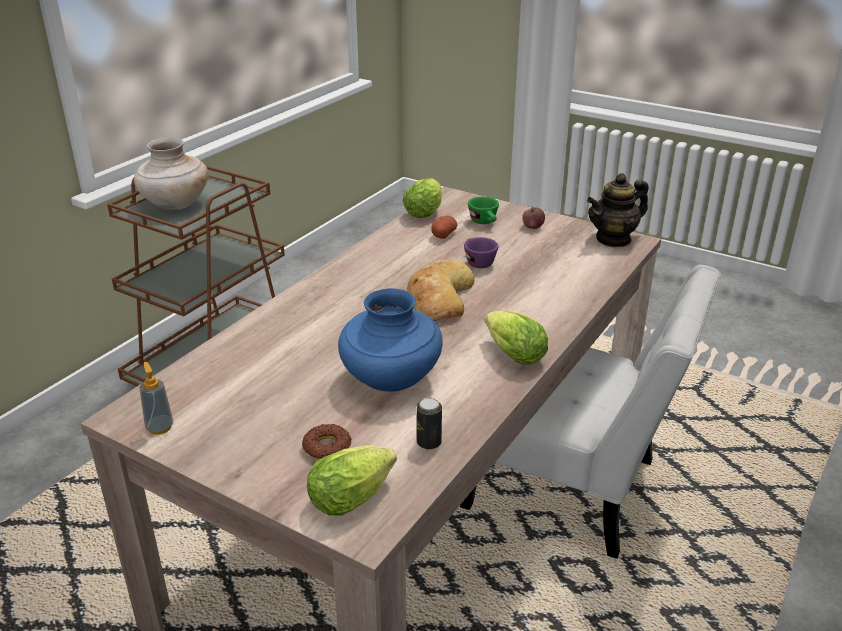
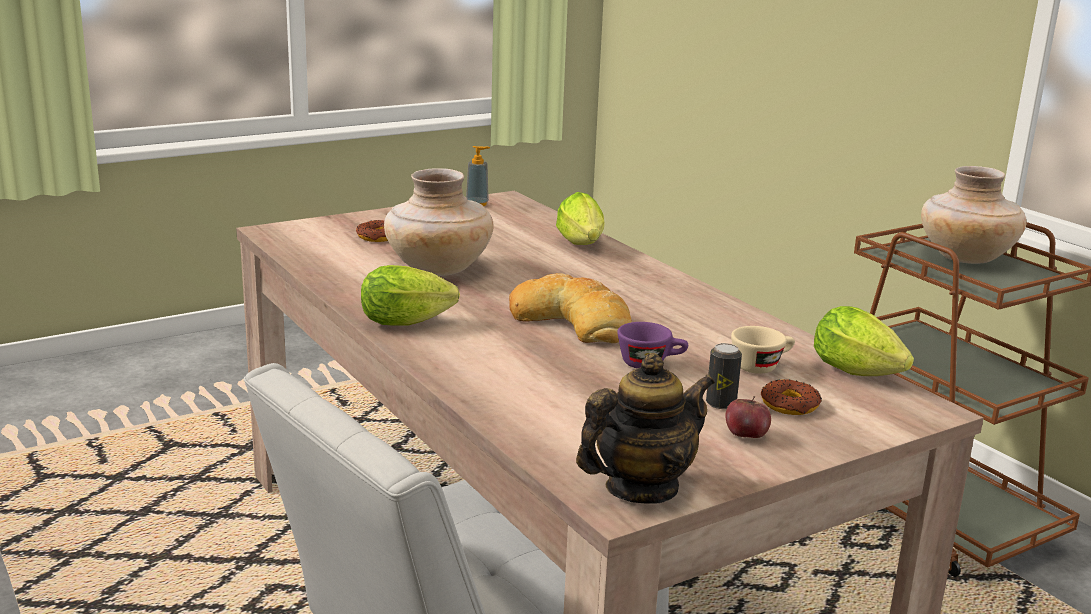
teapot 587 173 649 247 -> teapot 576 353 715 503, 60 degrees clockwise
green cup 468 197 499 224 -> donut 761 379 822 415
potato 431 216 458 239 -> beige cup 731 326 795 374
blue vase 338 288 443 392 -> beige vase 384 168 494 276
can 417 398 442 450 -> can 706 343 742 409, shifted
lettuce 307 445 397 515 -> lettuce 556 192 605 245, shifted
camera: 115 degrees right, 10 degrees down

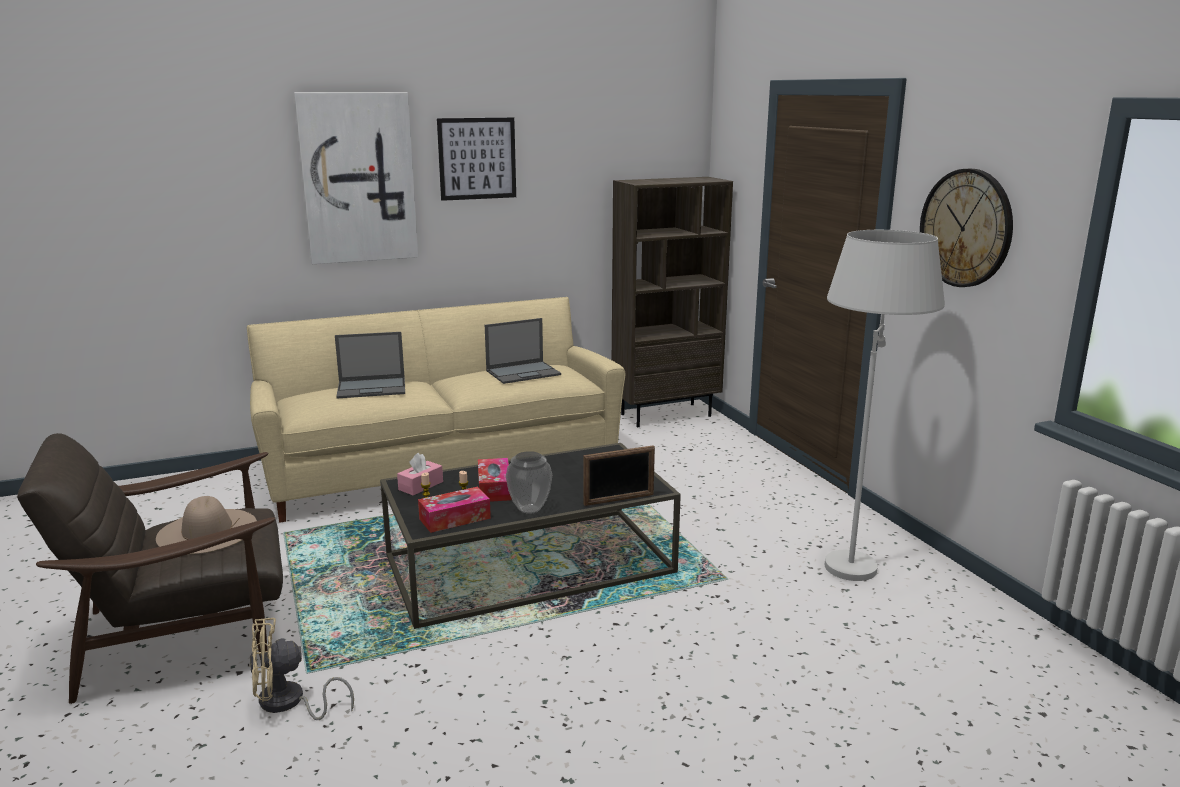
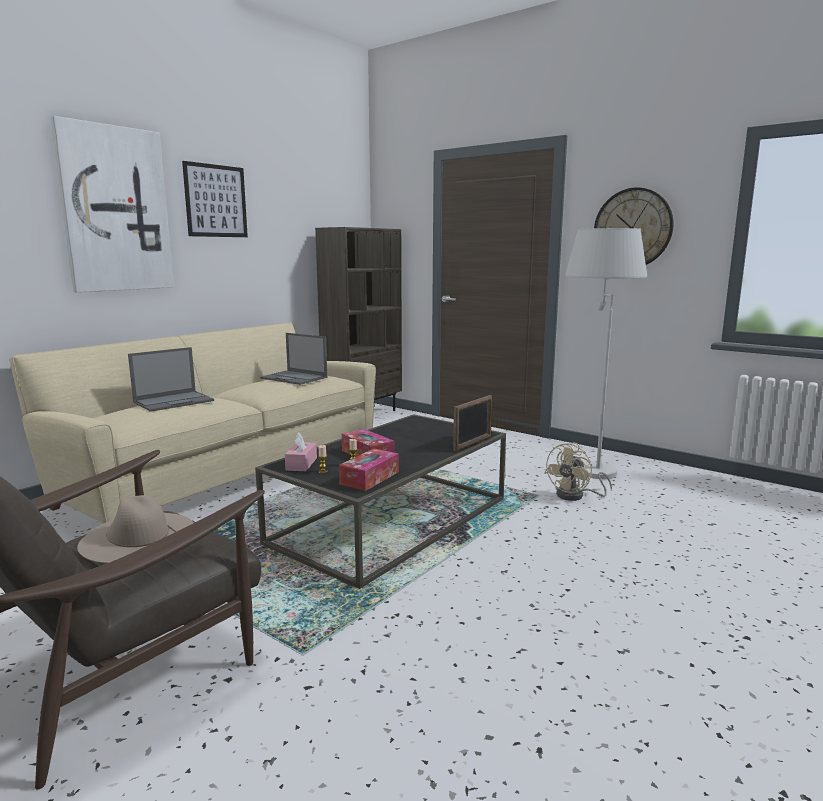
laptop 485 318 561 384 -> laptop 260 333 327 385, 90 degrees clockwise
vase 506 451 552 514 -> none
beige fan 250 618 354 720 -> beige fan 544 443 612 501, shifted
camera: 30 degrees left, 5 degrees down

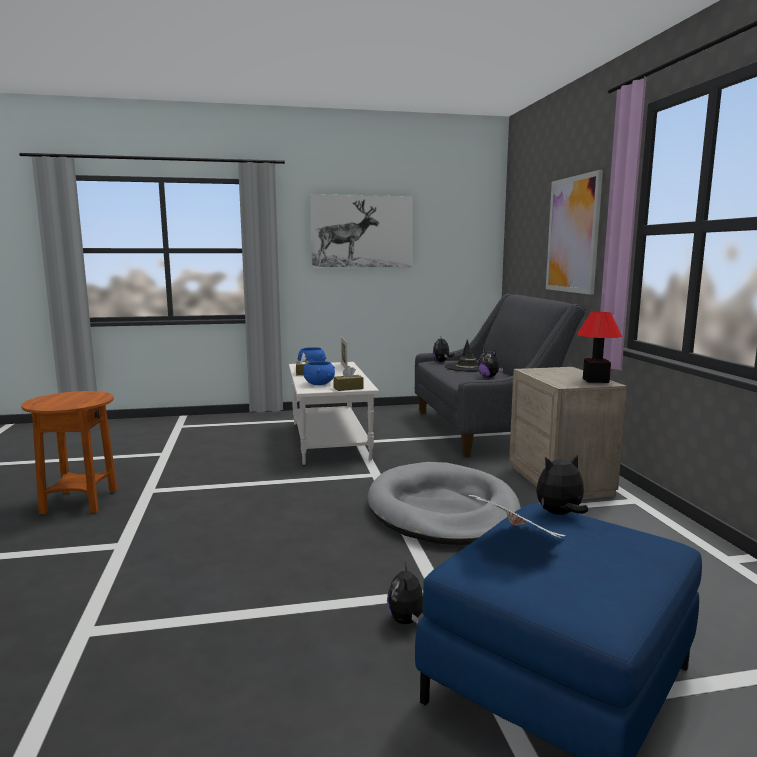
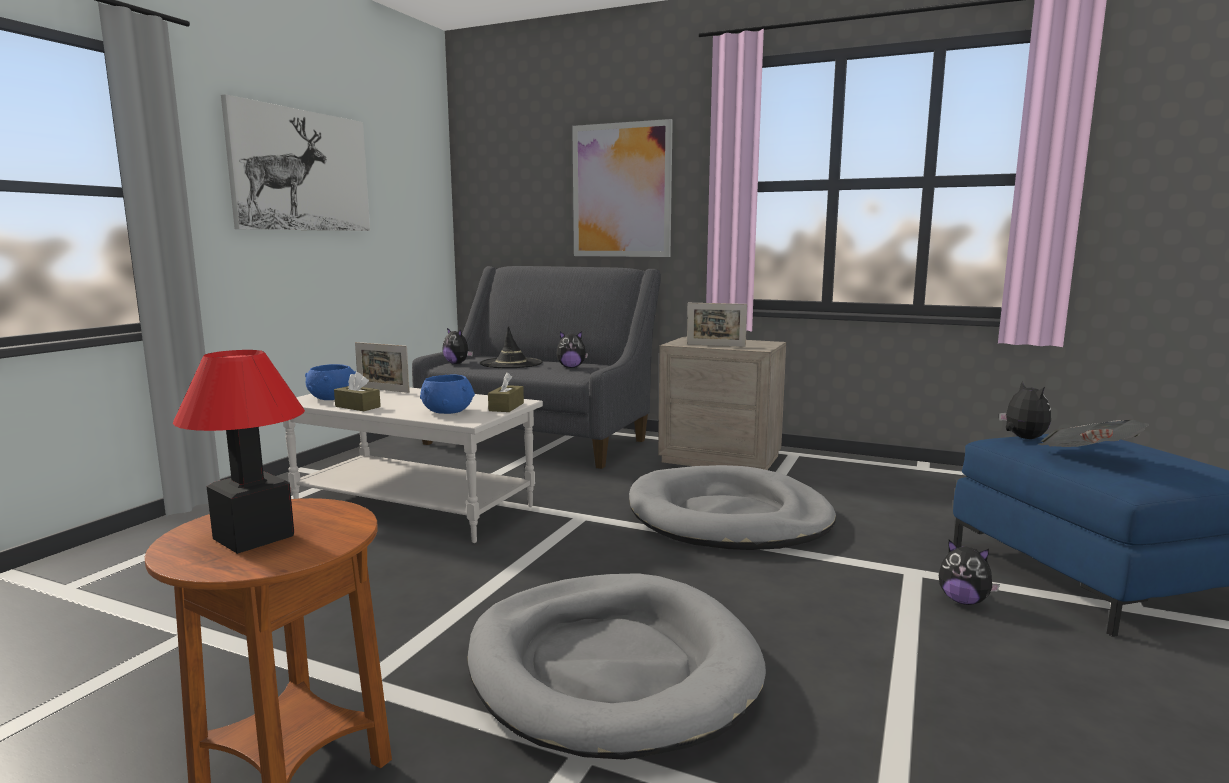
table lamp 577 312 622 383 -> table lamp 173 350 305 554, shifted
plush toy 536 454 588 515 -> plush toy 999 380 1051 439, 150 degrees clockwise
none -> picture frame 687 303 747 347
none -> grey dog bed 467 573 766 760
camera: 55 degrees left, 0 degrees up

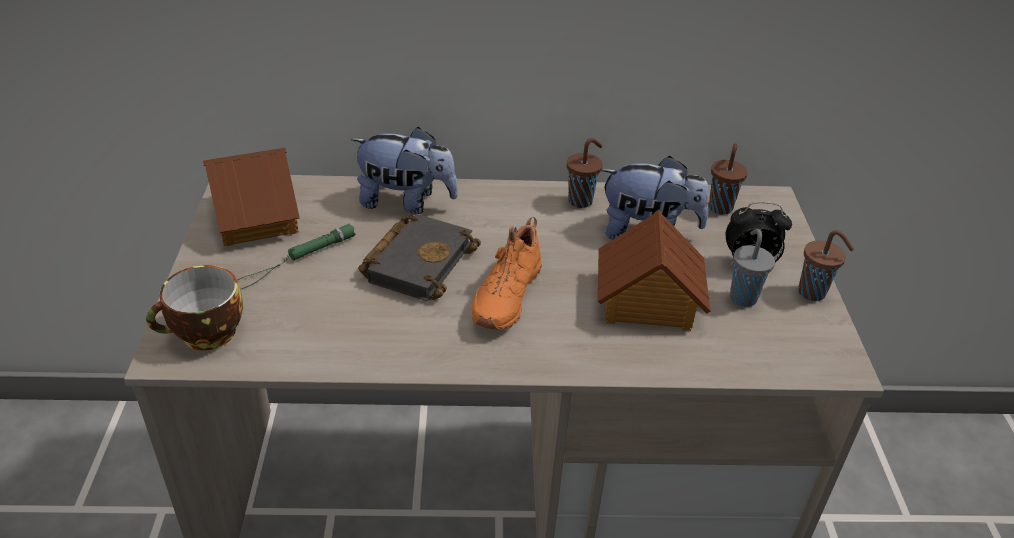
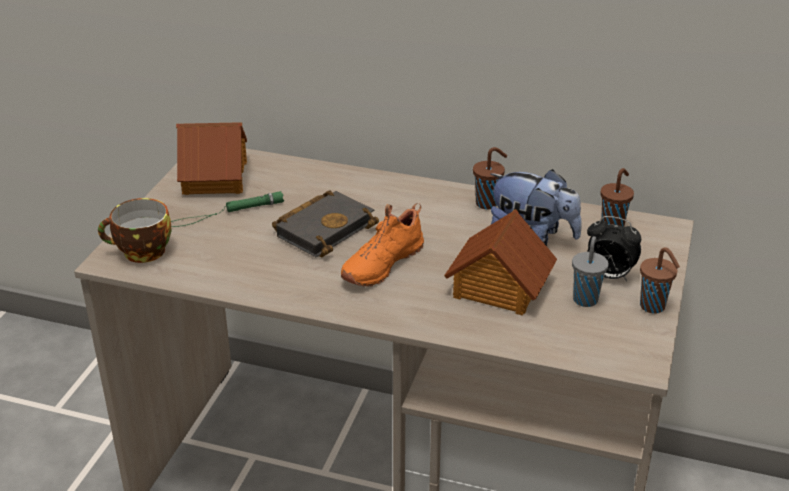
plush toy 351 126 458 214 -> none
camera: 20 degrees right, 5 degrees down

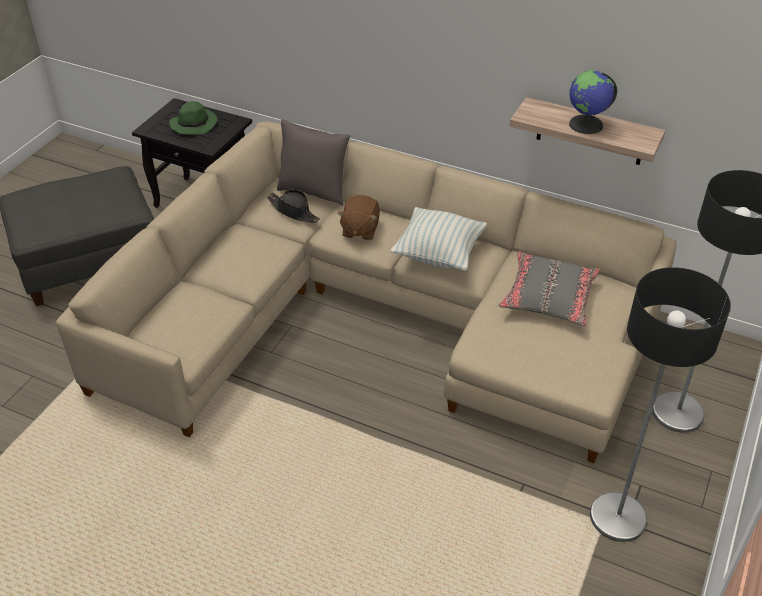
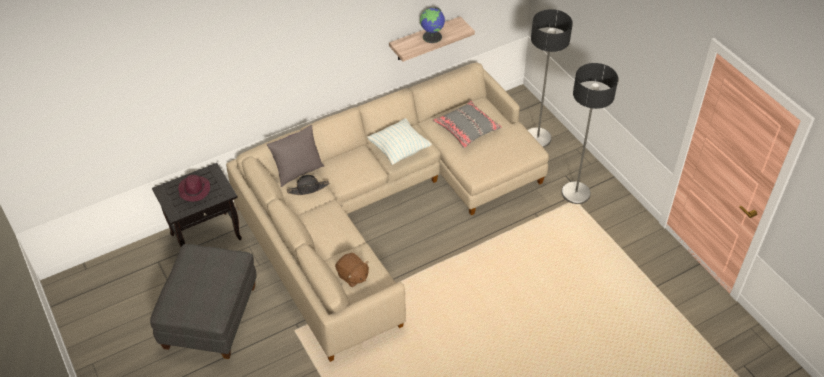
green hat 169 101 217 135 -> purple hat 178 175 210 202
brown plush toy 338 195 380 240 -> brown plush toy 335 253 369 287, shifted
camera: 55 degrees left, 5 degrees up

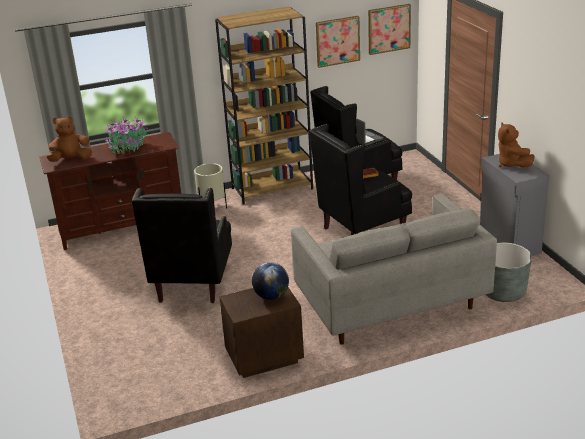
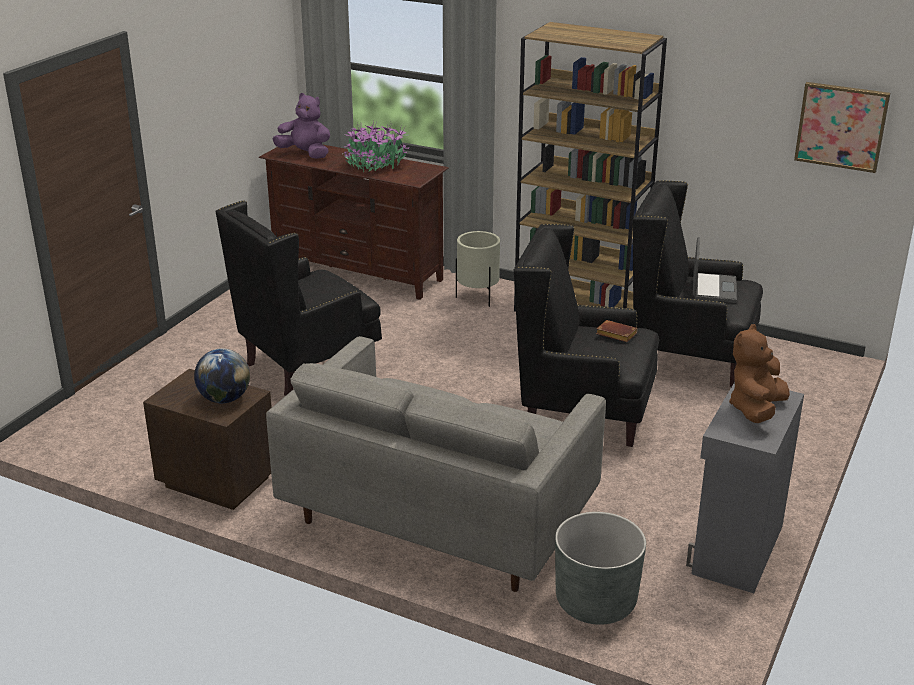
picture 316 16 360 68 -> none
brown plush toy 47 116 92 162 -> purple plush toy 273 93 330 159
camera: 45 degrees right, 0 degrees up

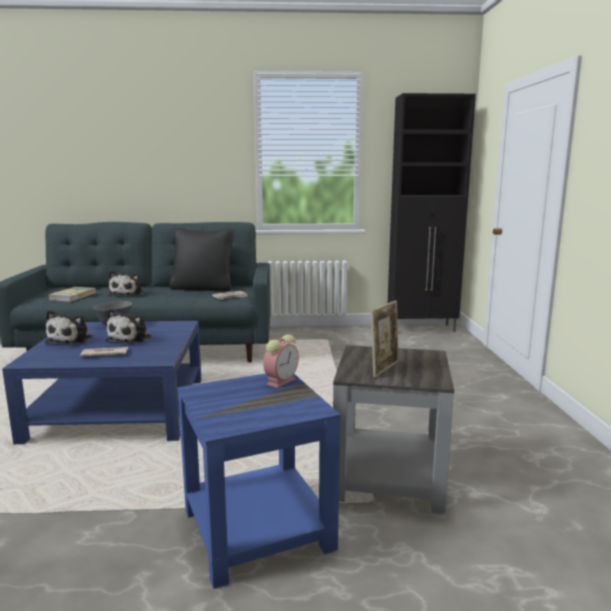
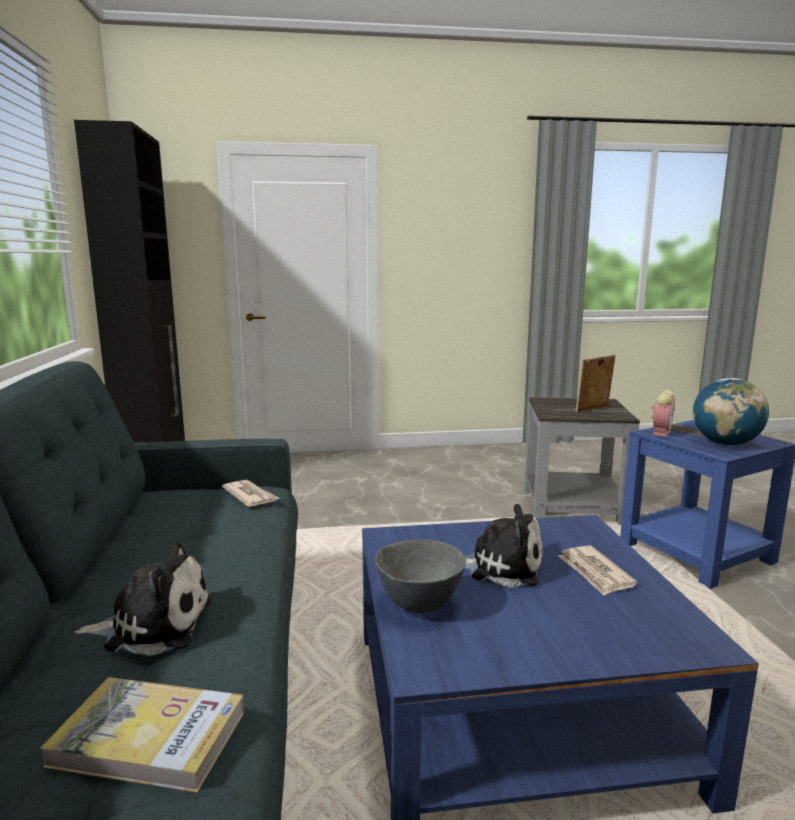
black pillow 169 228 234 292 -> none
picture frame 371 301 399 377 -> picture frame 575 354 616 412, 60 degrees counterclockwise
plush toy 45 310 93 345 -> none
alarm clock 263 334 299 388 -> alarm clock 651 390 675 437, 90 degrees clockwise
none -> globe 693 378 769 445
camera: 95 degrees left, 0 degrees up

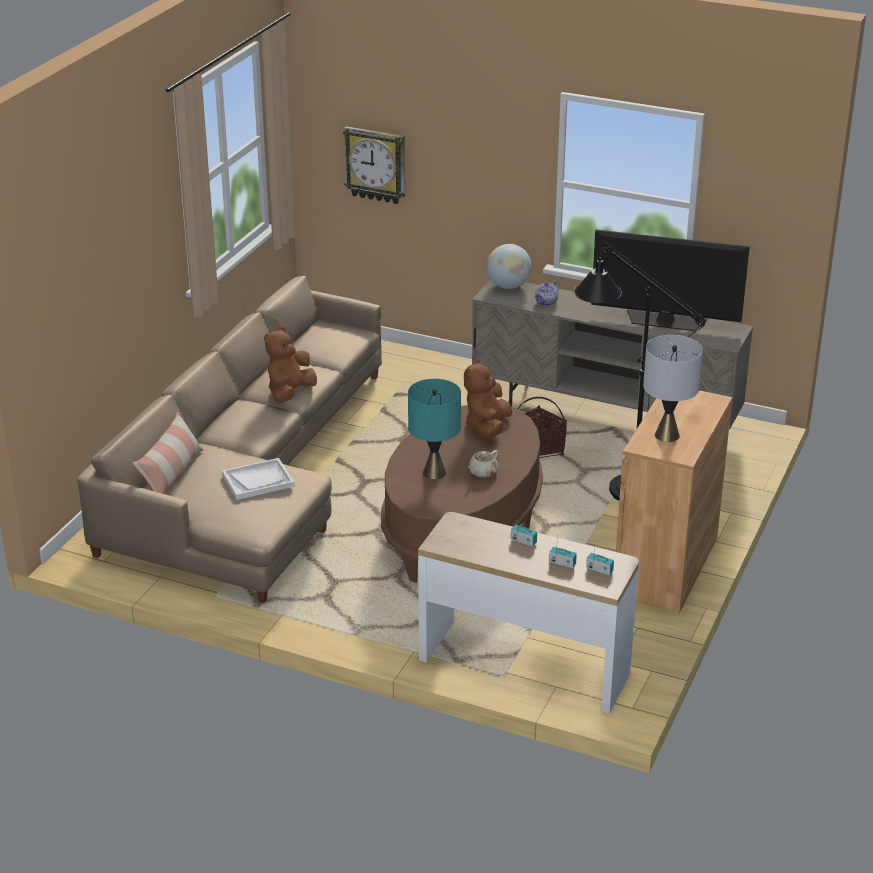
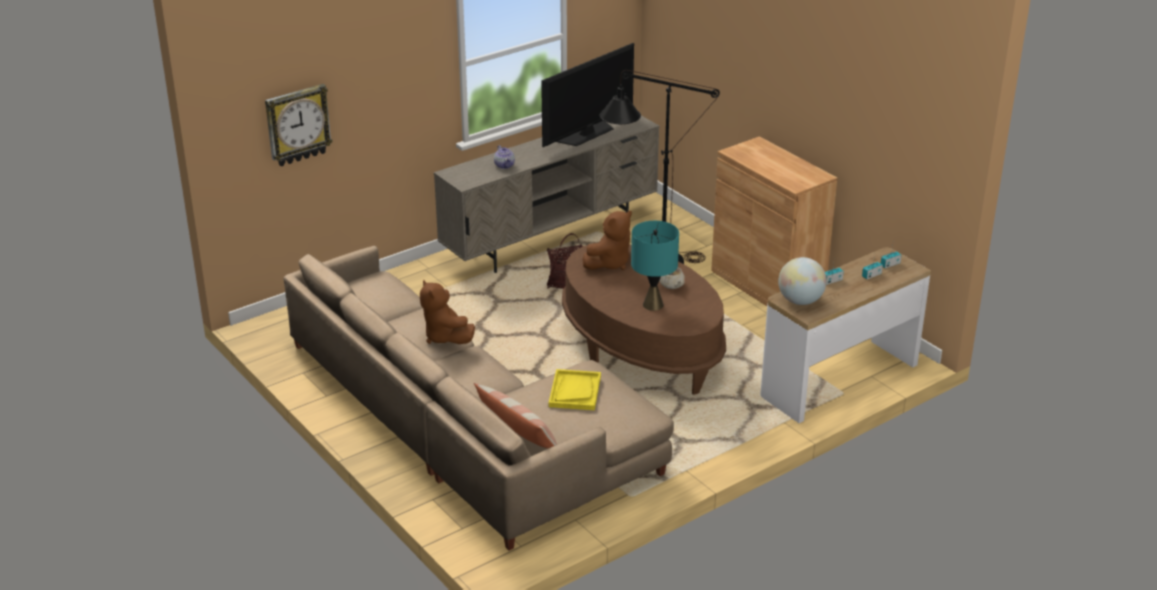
globe 487 244 532 289 -> globe 778 257 827 305, shifted
grey table lamp 643 335 703 442 -> none
brown plush toy 464 359 512 438 -> brown plush toy 583 211 632 270, 90 degrees counterclockwise
white tray 222 458 294 500 -> yellow tray 549 369 601 410
camera: 60 degrees left, 0 degrees up

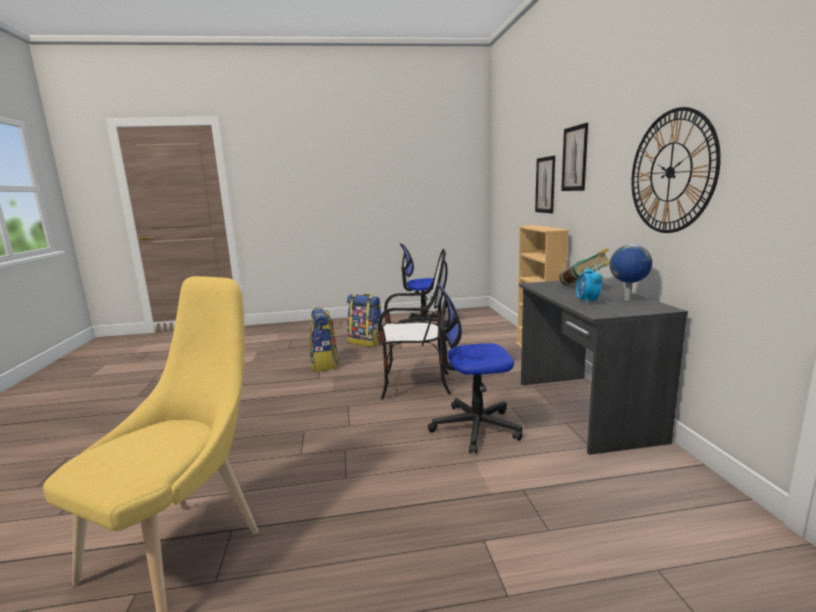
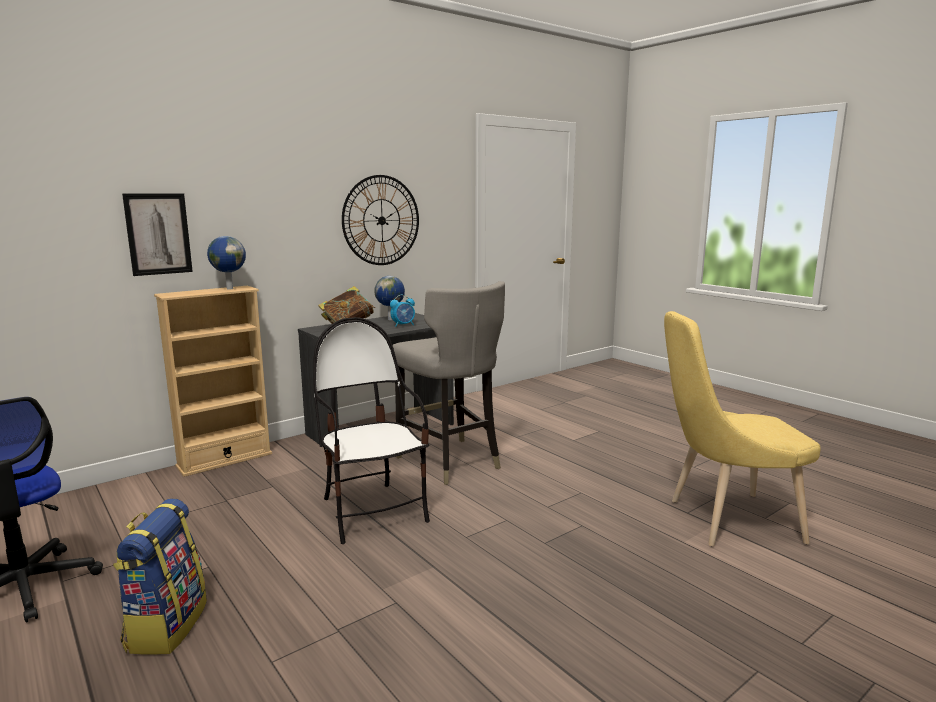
picture 561 123 588 191 -> none
office chair 428 282 523 454 -> grey stool 393 281 505 485
backpack 309 307 339 372 -> none
none -> globe 207 236 246 289
camera: 120 degrees left, 0 degrees up

